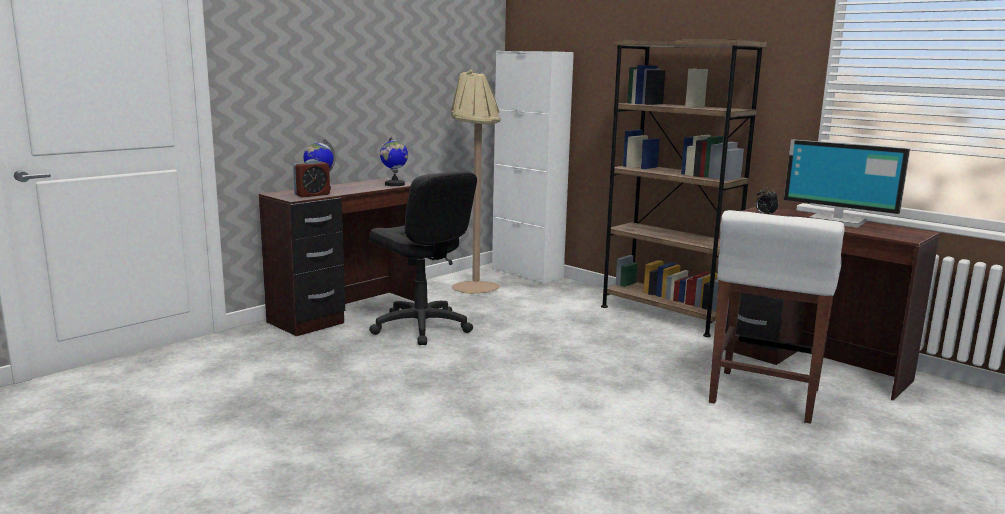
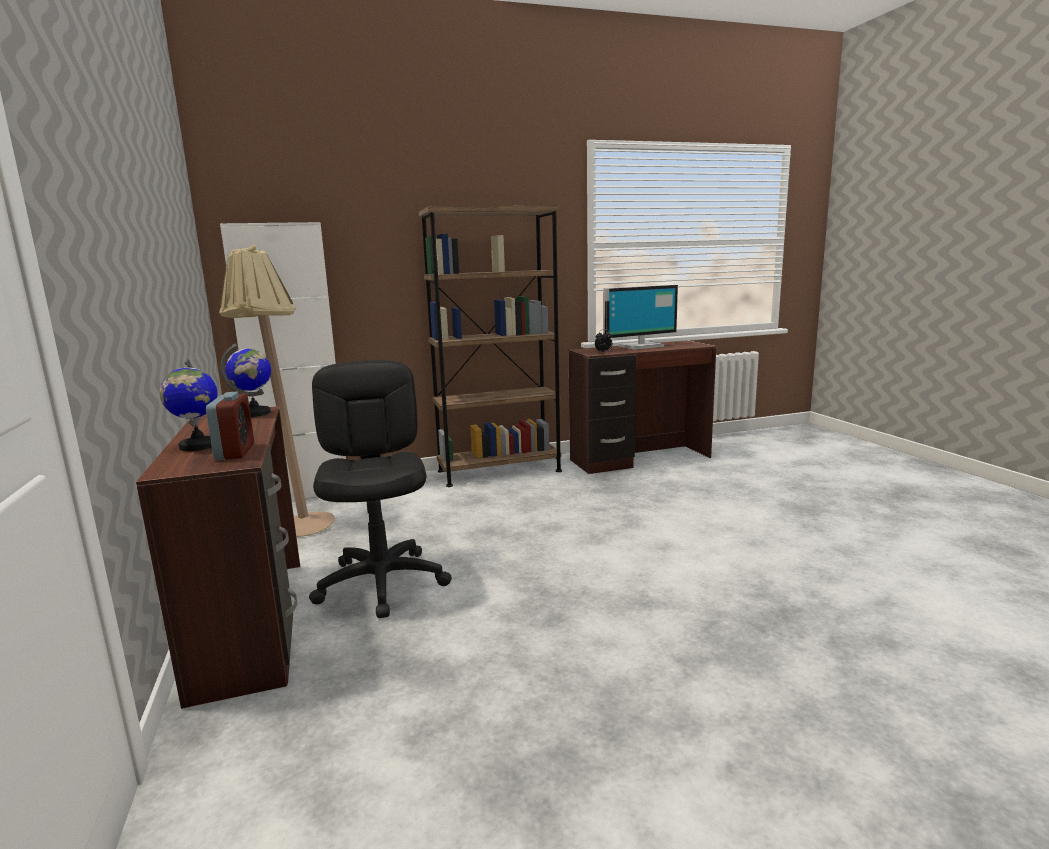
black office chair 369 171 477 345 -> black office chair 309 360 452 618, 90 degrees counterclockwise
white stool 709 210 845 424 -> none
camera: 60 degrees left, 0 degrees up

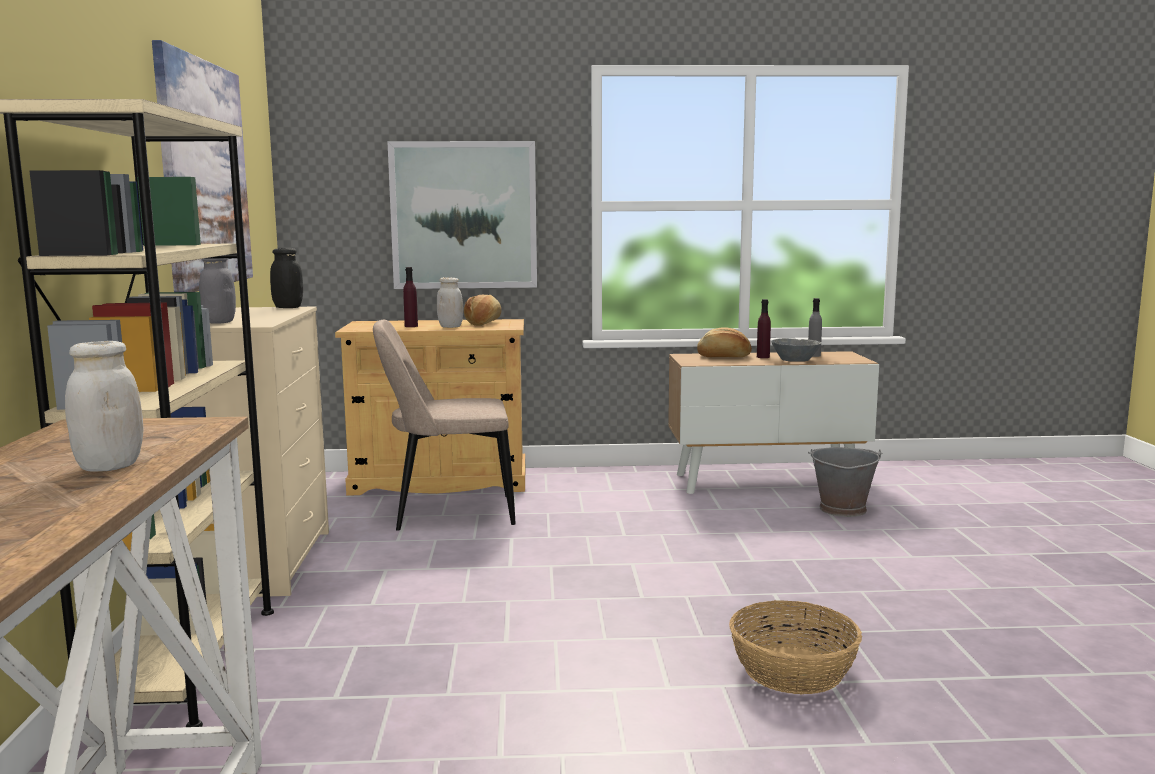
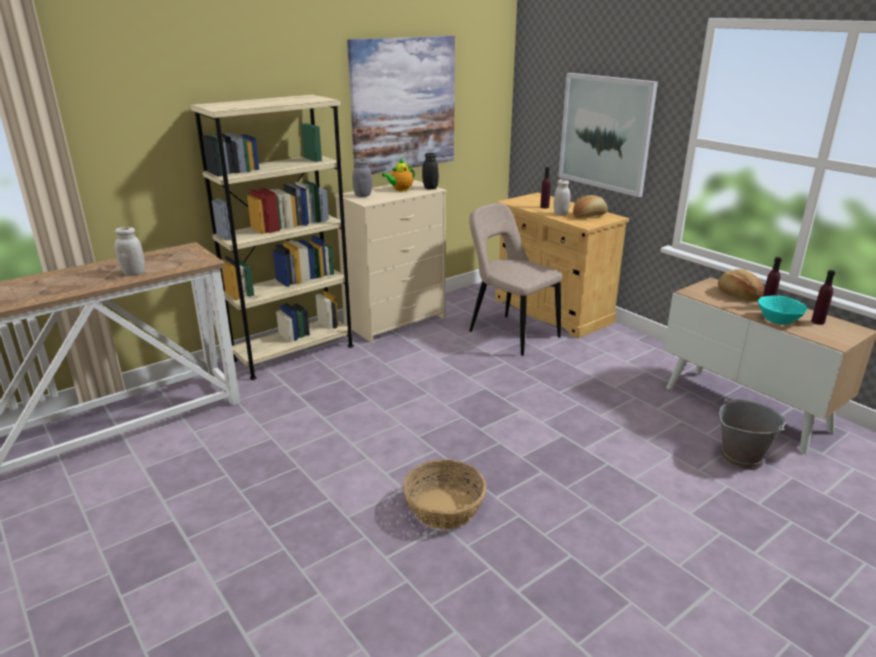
grey bottle 808 298 822 357 -> purple bottle 811 270 835 325
grey bowl 771 338 822 361 -> turquoise bowl 758 295 807 325
none -> teapot 382 158 415 191
camera: 55 degrees right, 15 degrees up

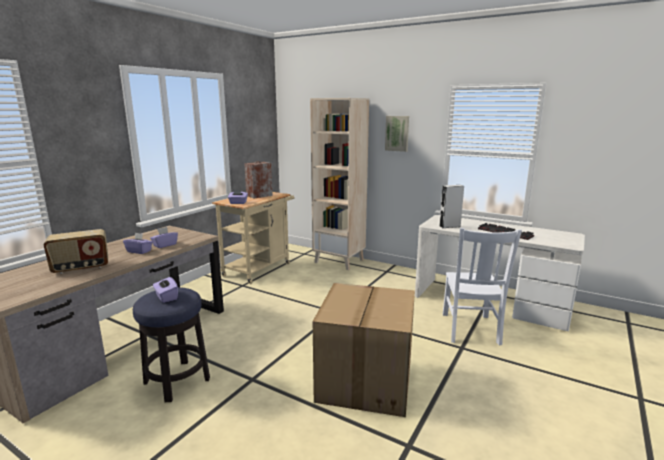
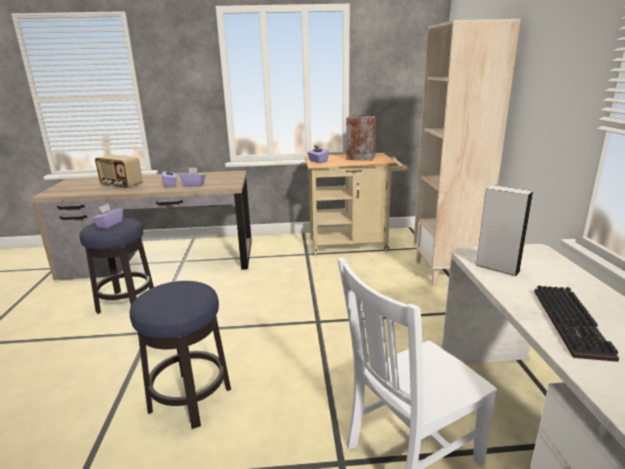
picture 385 116 409 152 -> none
cardboard box 313 283 415 417 -> stool 130 281 231 429
camera: 55 degrees right, 5 degrees up

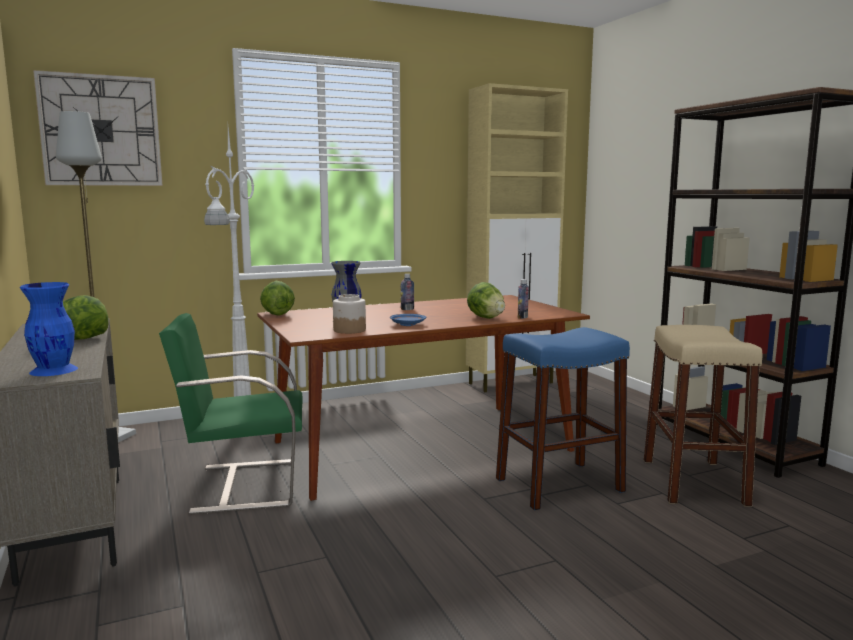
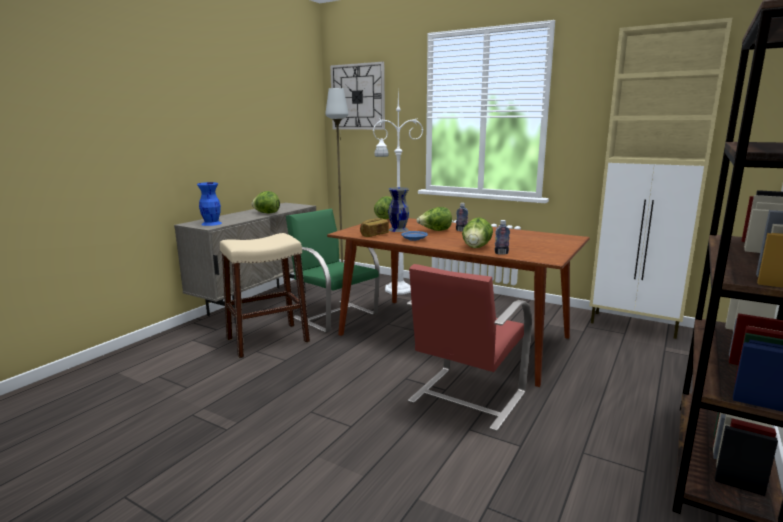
jar 333 294 366 334 -> bread 360 218 389 237
beige stool 644 325 762 507 -> beige stool 220 233 310 358, shifted
blue stool 496 327 630 510 -> red chair 407 264 532 431
none -> lettuce 417 207 452 231
camera: 55 degrees right, 5 degrees up

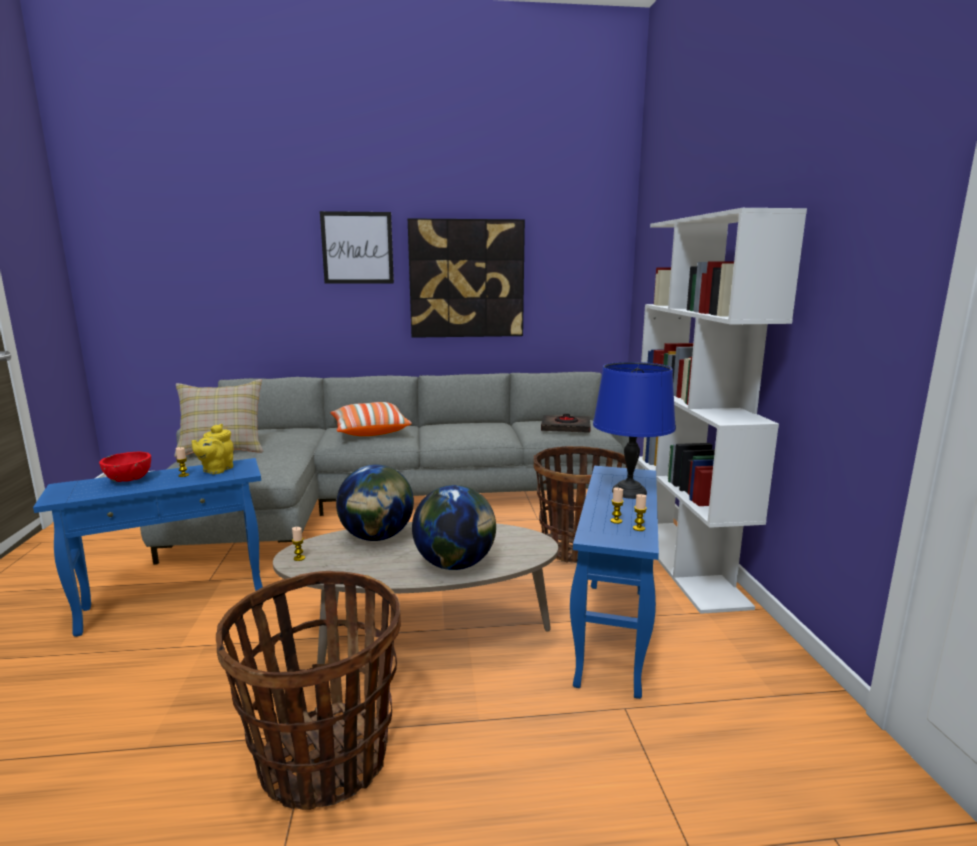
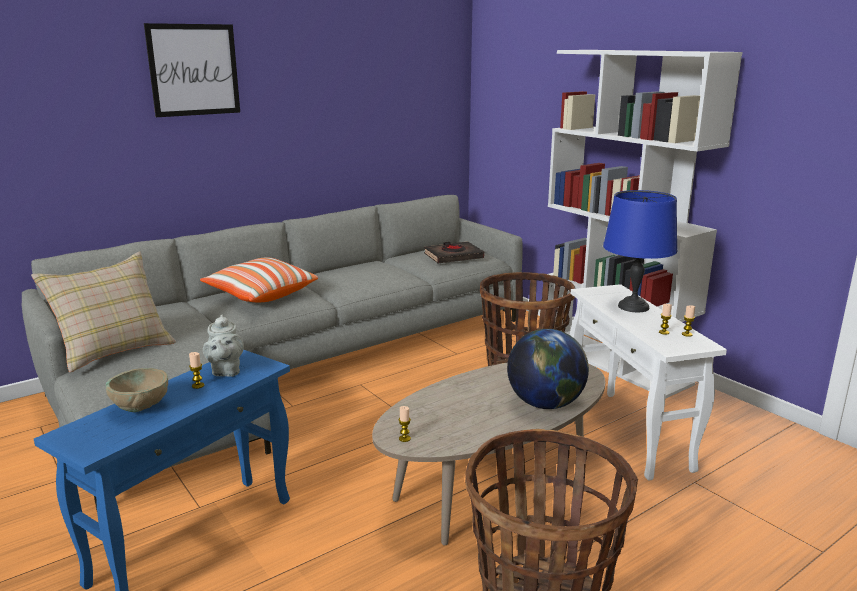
picture 408 218 525 338 -> none
yellow teapot 191 424 234 474 -> grey teapot 203 315 244 377
red bowl 99 452 151 482 -> beige bowl 106 368 168 412
globe 336 464 414 541 -> none
blue side table 570 466 659 699 -> white side table 570 284 727 481
camera: 30 degrees left, 5 degrees up

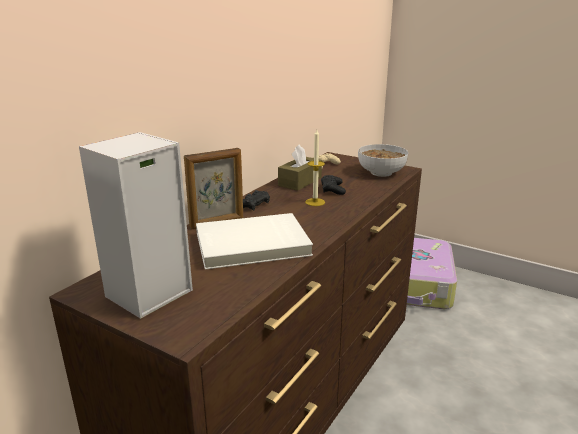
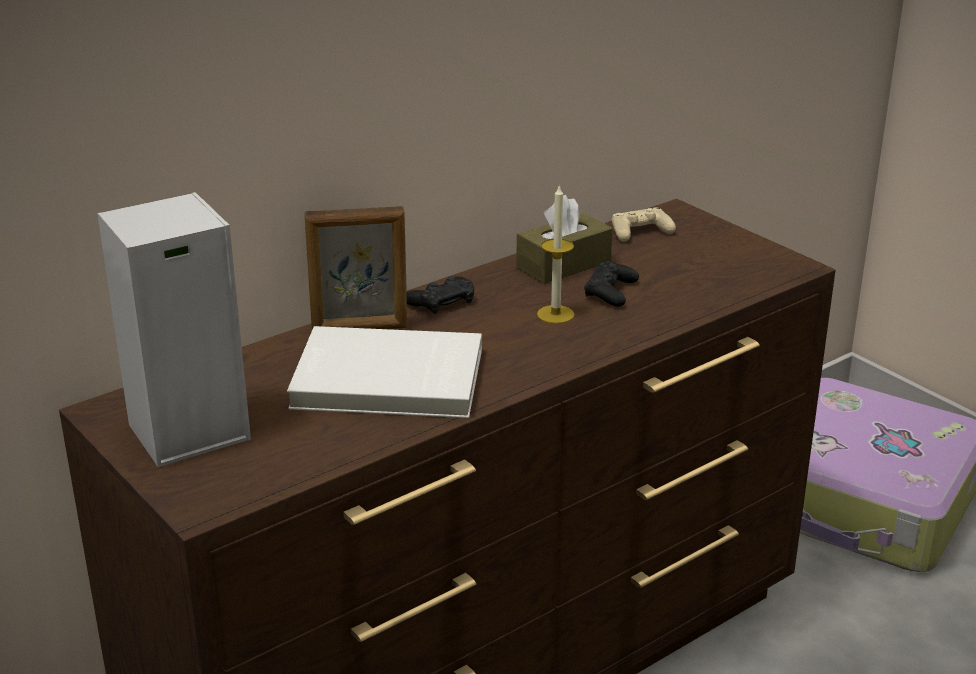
bowl 358 144 409 177 -> none
camera: 20 degrees right, 5 degrees up

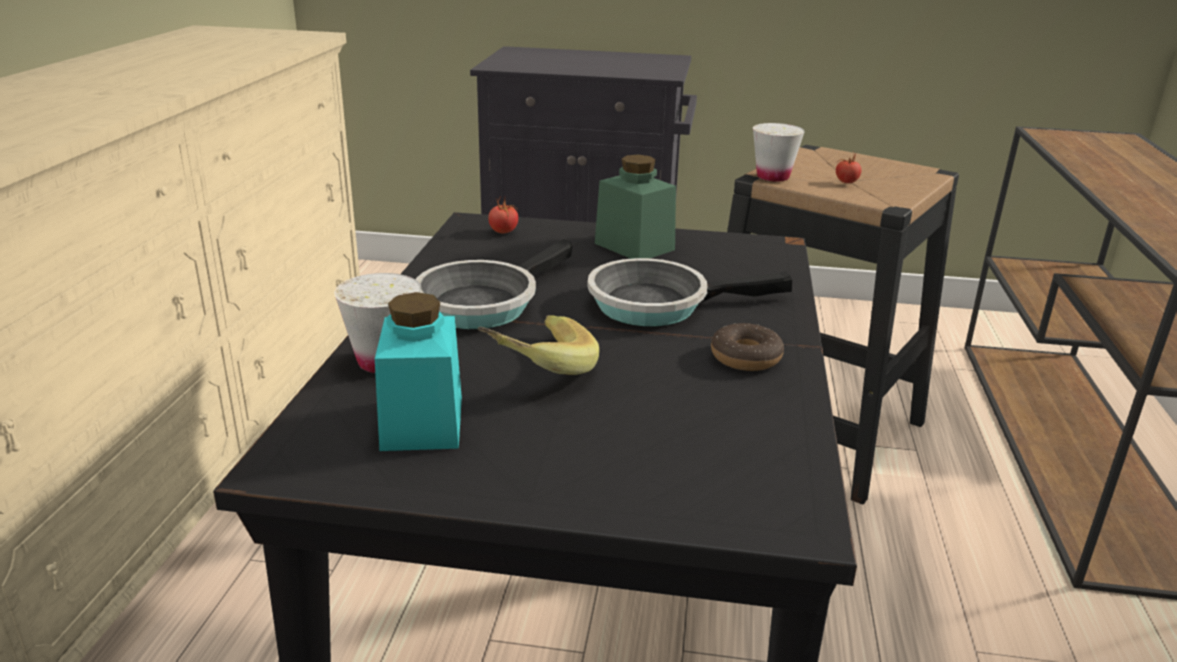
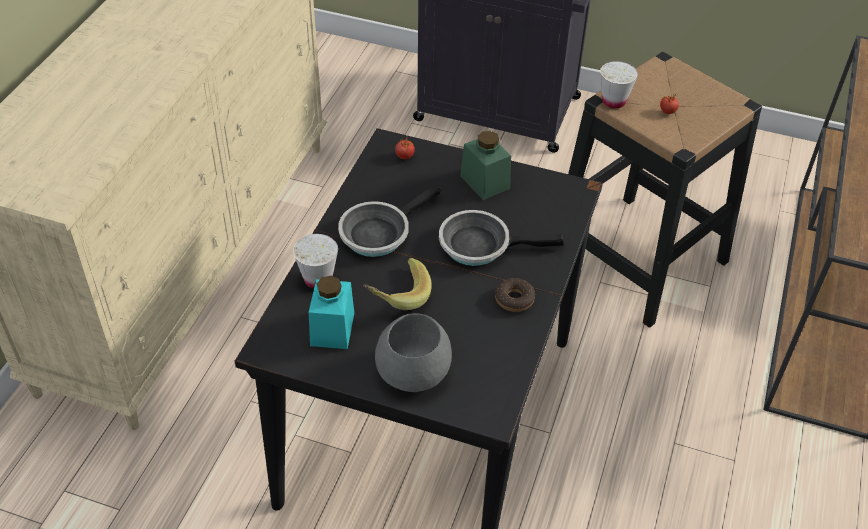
none -> grey bowl 375 313 452 392
camera: 10 degrees right, 20 degrees up

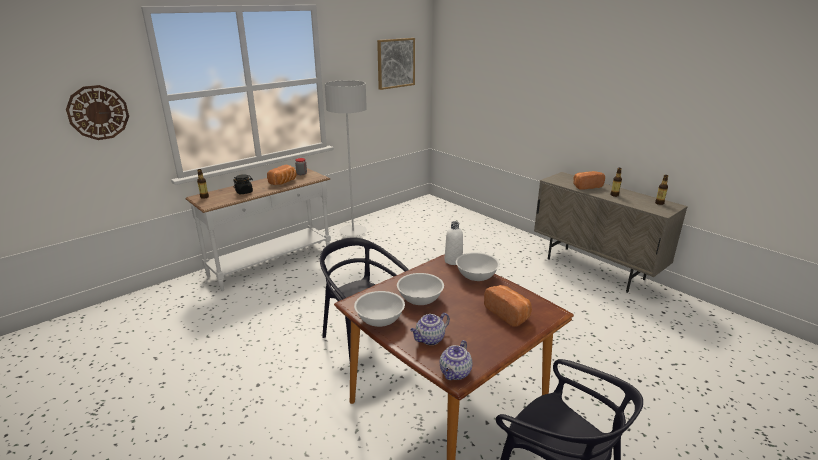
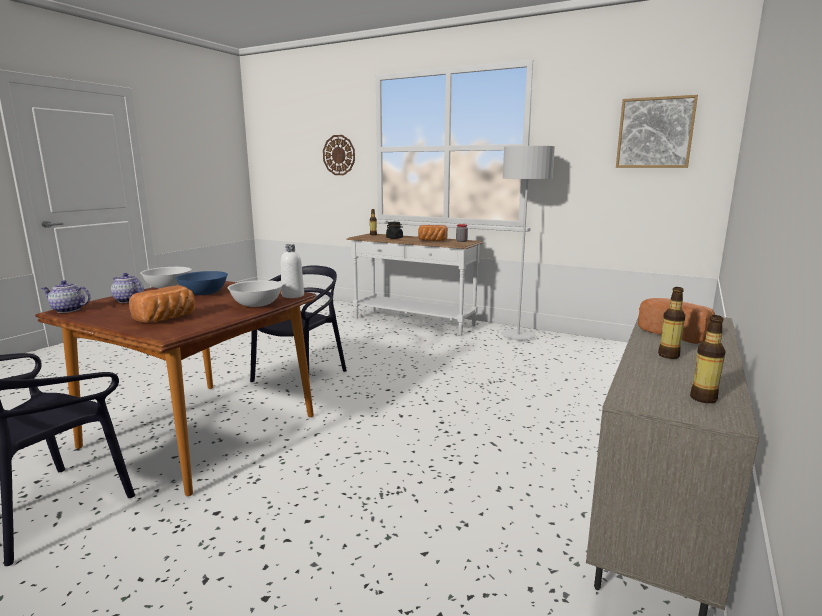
white bowl 397 273 444 305 -> blue bowl 176 271 228 295
camera: 70 degrees right, 10 degrees down

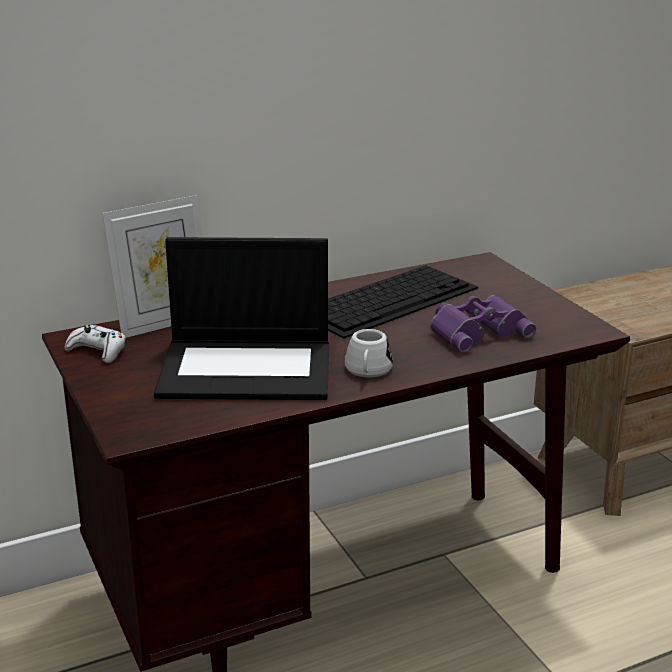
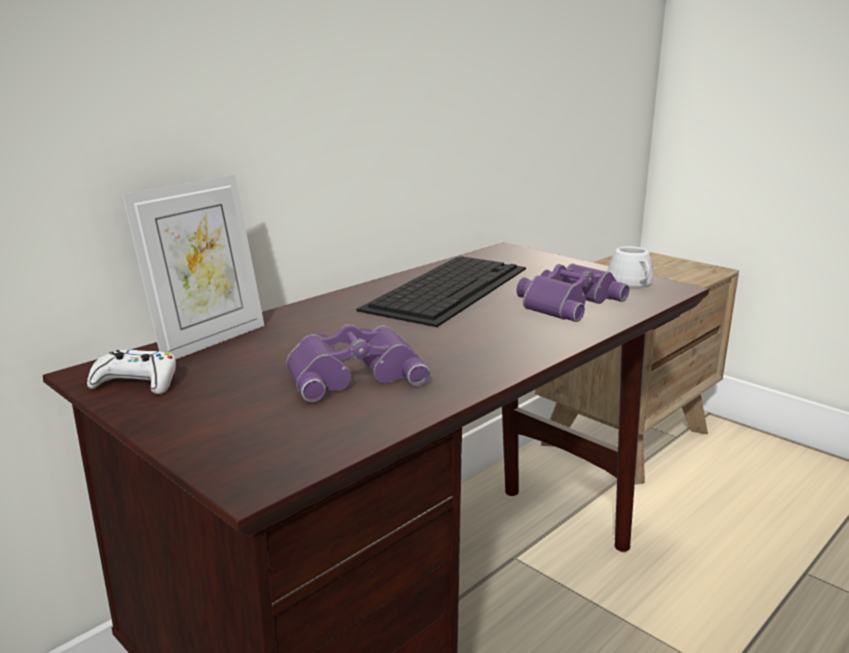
laptop 154 237 329 400 -> purple binoculars 286 324 430 402
white mug 345 329 393 377 -> white mug 607 246 654 289, shifted
camera: 20 degrees left, 5 degrees down

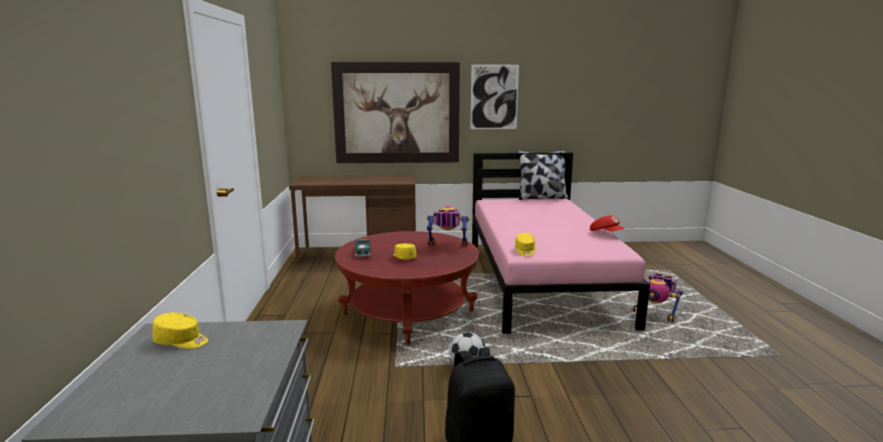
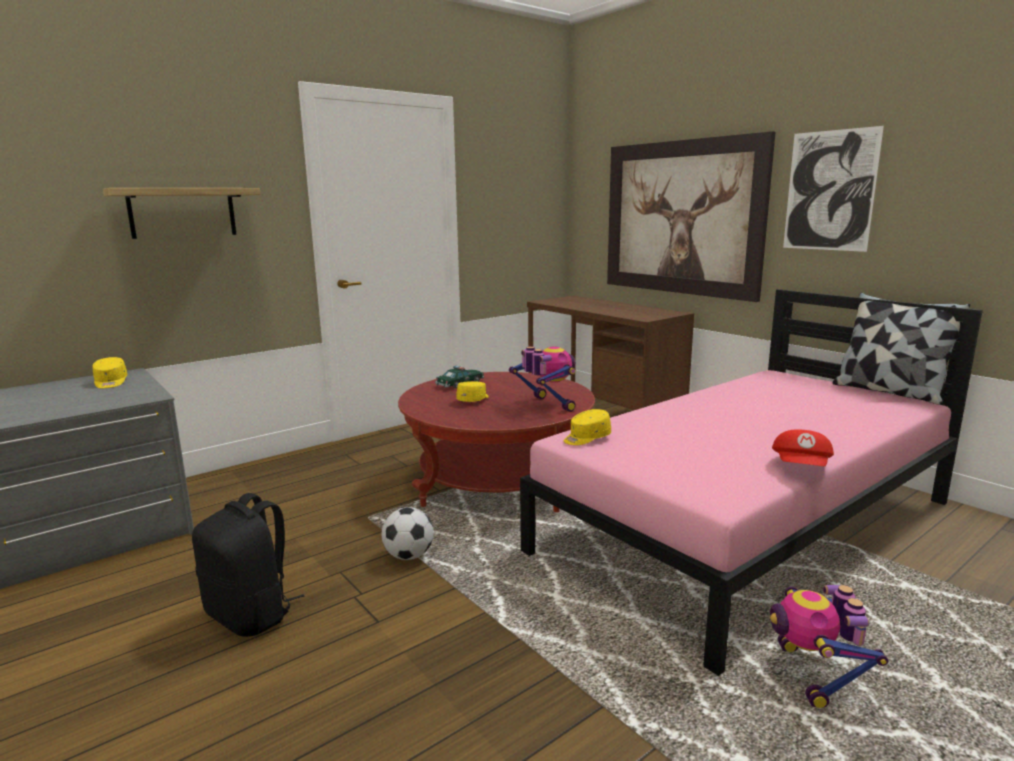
none -> shelf 103 188 260 239
camera: 55 degrees right, 0 degrees up

